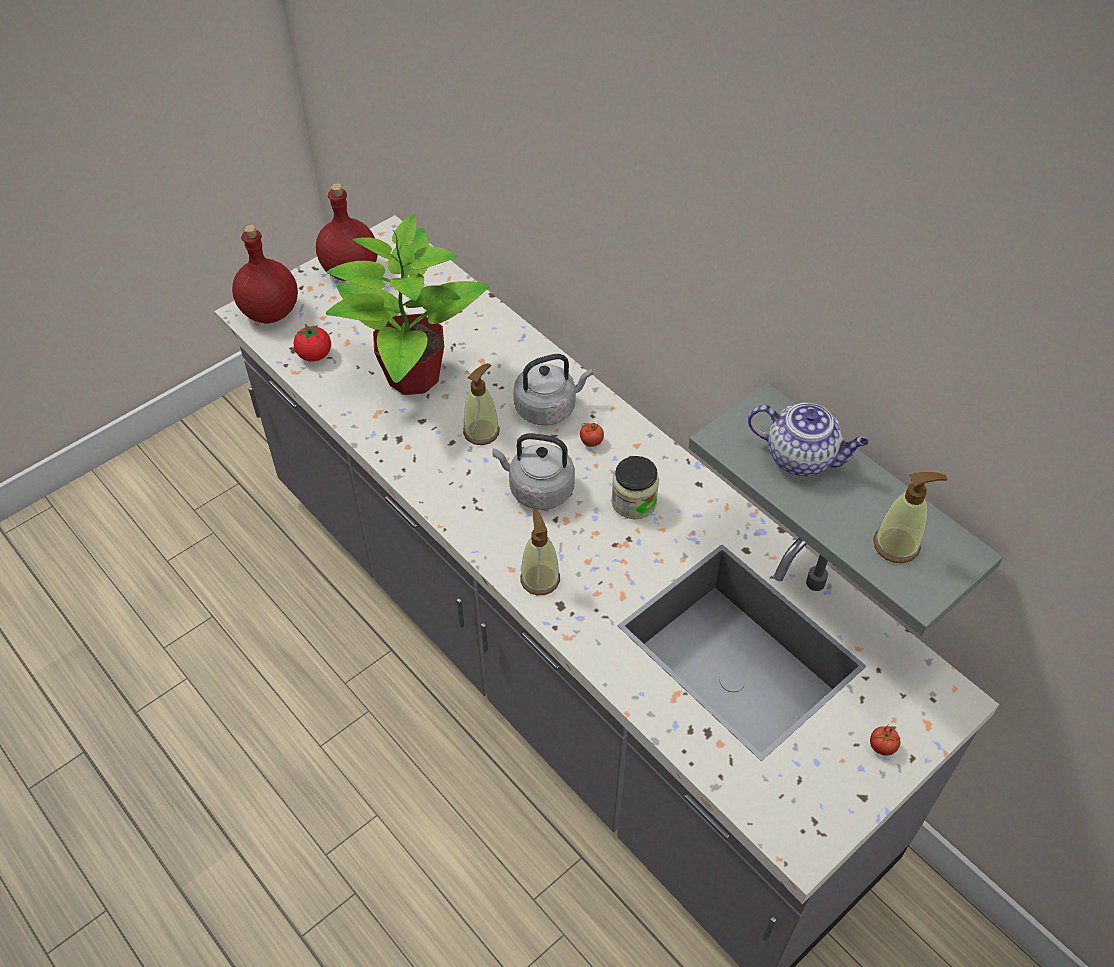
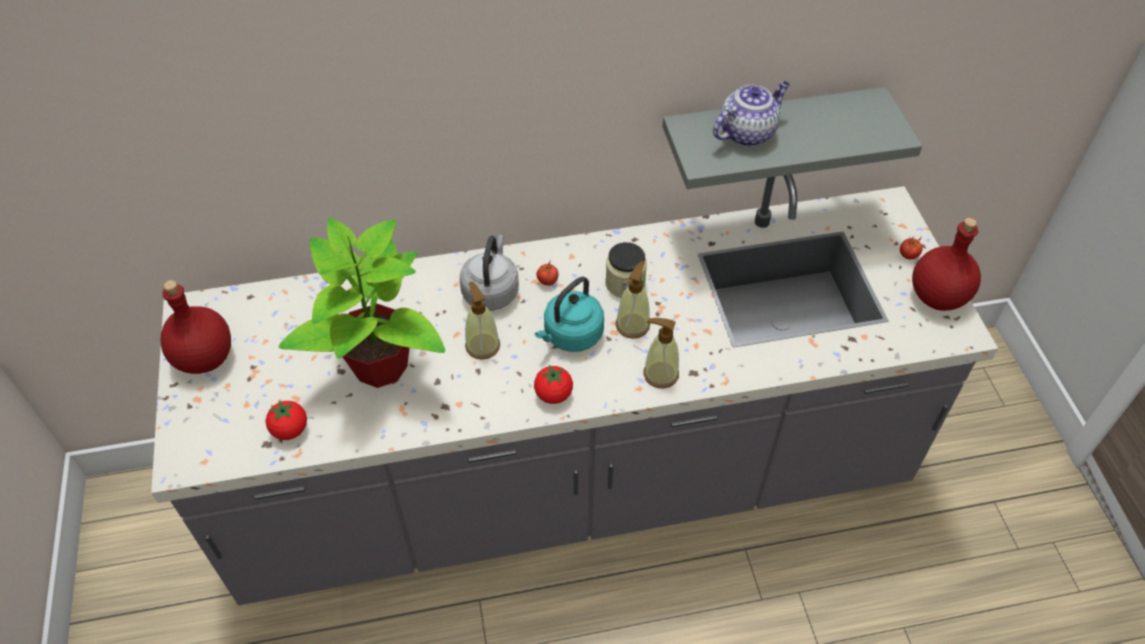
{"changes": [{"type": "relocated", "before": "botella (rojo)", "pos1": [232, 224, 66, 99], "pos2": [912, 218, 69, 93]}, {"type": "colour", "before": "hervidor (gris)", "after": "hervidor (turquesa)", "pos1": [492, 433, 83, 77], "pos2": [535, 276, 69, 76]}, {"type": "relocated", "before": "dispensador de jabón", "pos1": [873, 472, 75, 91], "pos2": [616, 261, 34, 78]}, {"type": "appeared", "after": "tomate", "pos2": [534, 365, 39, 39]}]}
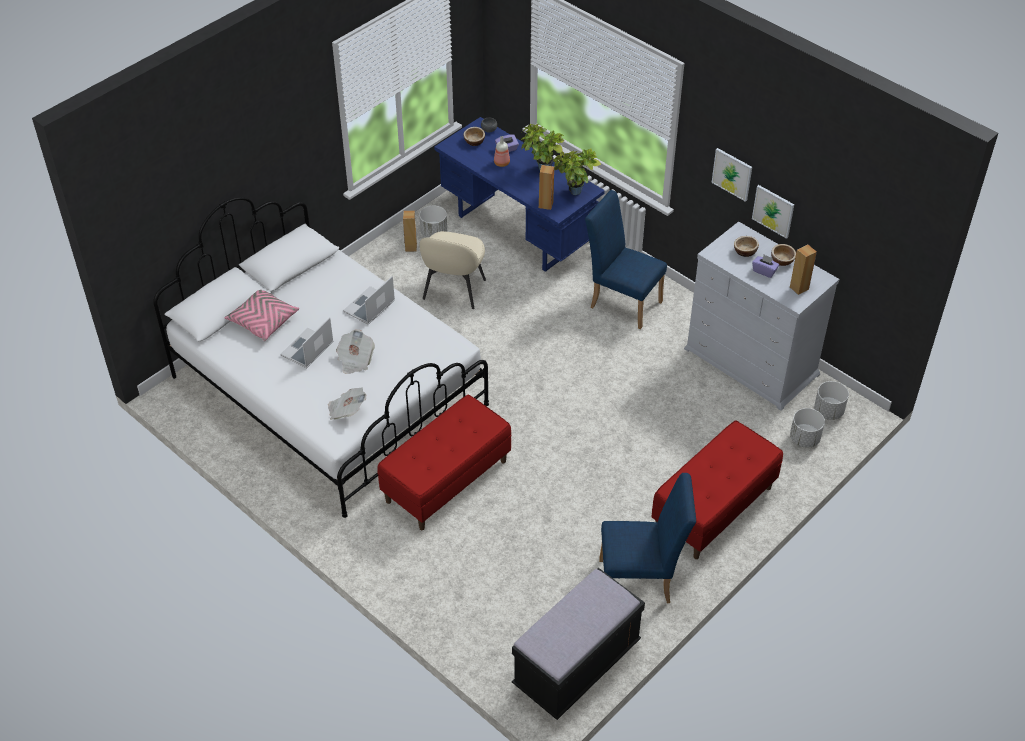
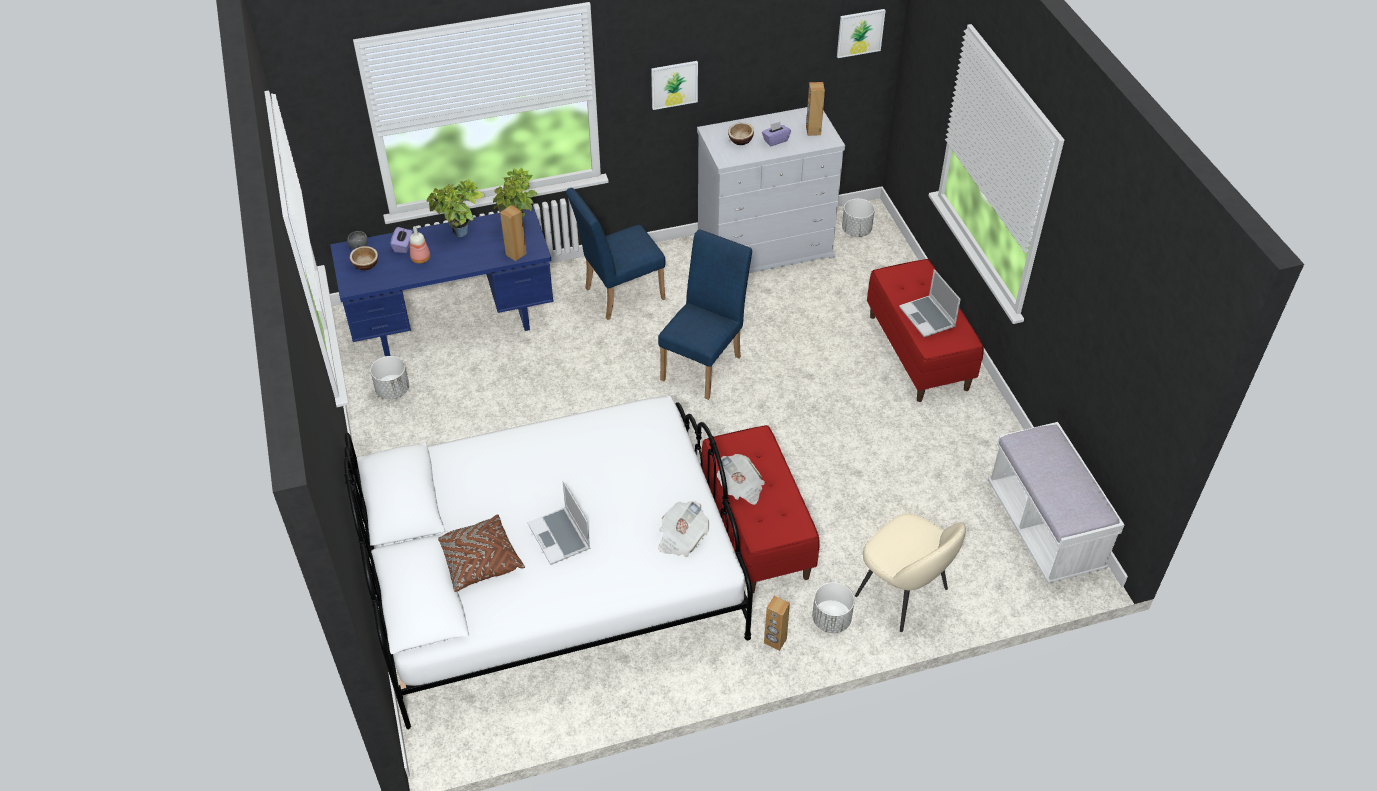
{"changes": [{"type": "relocated", "before": "cuadro", "pos1": [752, 185, 42, 54], "pos2": [837, 9, 49, 49]}, {"type": "relocated", "before": "altavoz (marrón)", "pos1": [403, 211, 14, 41], "pos2": [764, 596, 26, 55]}, {"type": "relocated", "before": "silla (beis)", "pos1": [419, 231, 67, 78], "pos2": [855, 513, 111, 119]}, {"type": "missing", "before": "cuenco", "pos1": [771, 244, 25, 22]}, {"type": "relocated", "before": "portátil", "pos1": [343, 276, 52, 49], "pos2": [899, 269, 62, 68]}, {"type": "colour", "before": "cojín (rosa)", "after": "cojín (marrón)", "pos1": [225, 290, 74, 51], "pos2": [438, 514, 87, 78]}, {"type": "relocated", "before": "periódico", "pos1": [336, 329, 39, 45], "pos2": [717, 454, 48, 51]}, {"type": "relocated", "before": "maceta (blanco)", "pos1": [790, 408, 35, 40], "pos2": [812, 582, 42, 51]}, {"type": "relocated", "before": "silla (azul)", "pos1": [599, 473, 97, 130], "pos2": [658, 229, 94, 171]}, {"type": "colour", "before": "banco (negro)", "after": "banco (blanco)", "pos1": [512, 568, 133, 152], "pos2": [988, 422, 136, 162]}]}
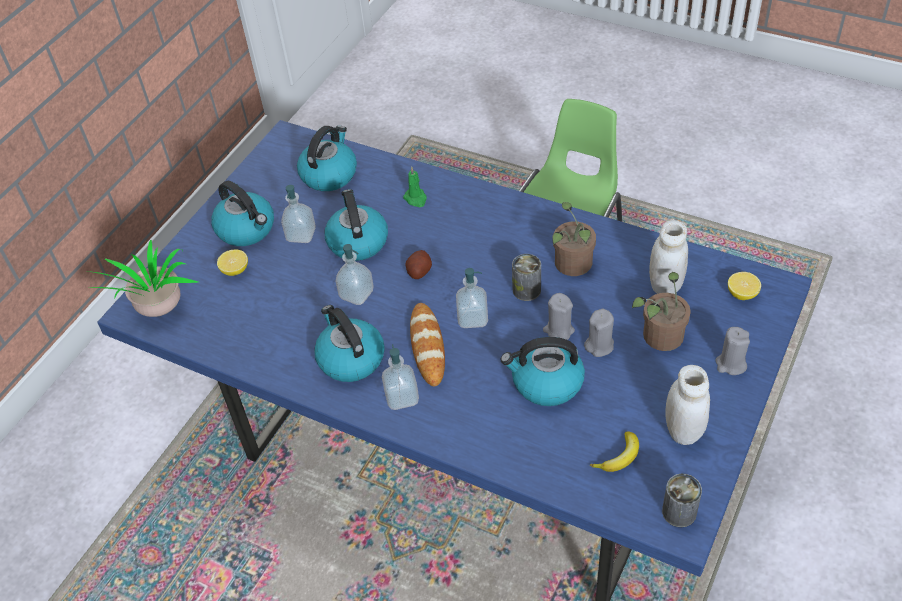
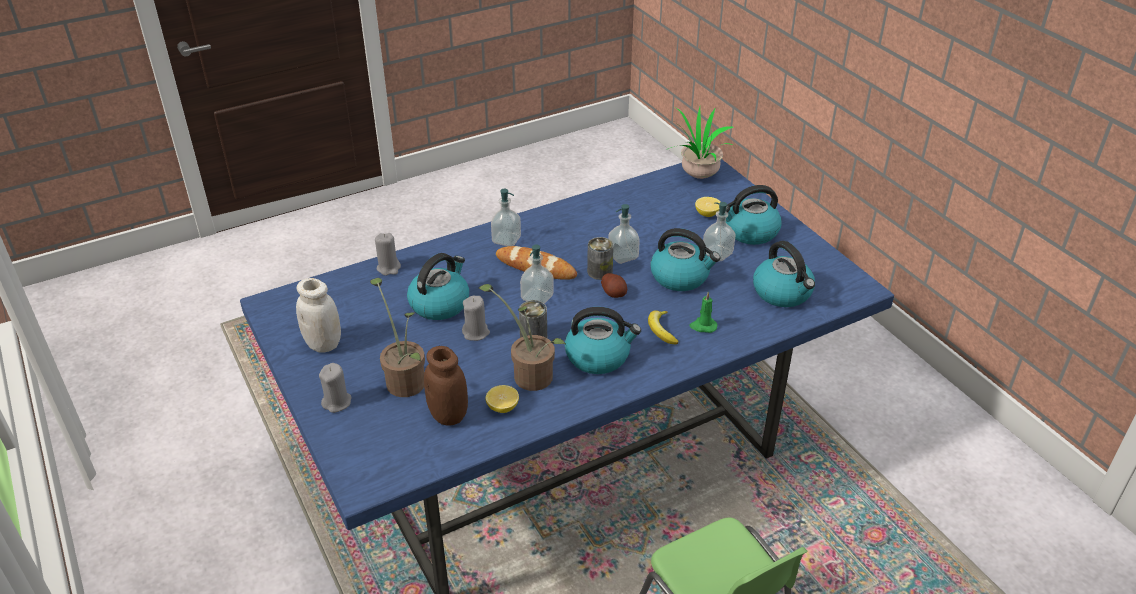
{"changes": [{"type": "colour", "before": "tarro (blanco)", "after": "tarro (marrón)", "pos1": [649, 220, 39, 74], "pos2": [424, 346, 44, 79]}, {"type": "relocated", "before": "limón", "pos1": [728, 272, 33, 28], "pos2": [486, 385, 33, 28]}, {"type": "relocated", "before": "hervidor", "pos1": [314, 305, 71, 77], "pos2": [565, 307, 76, 67]}, {"type": "relocated", "before": "vela (gris)", "pos1": [584, 309, 30, 48], "pos2": [375, 233, 26, 43]}, {"type": "relocated", "before": "plátano", "pos1": [590, 431, 49, 41], "pos2": [648, 310, 30, 34]}, {"type": "relocated", "before": "lata", "pos1": [662, 474, 40, 53], "pos2": [587, 237, 27, 43]}]}
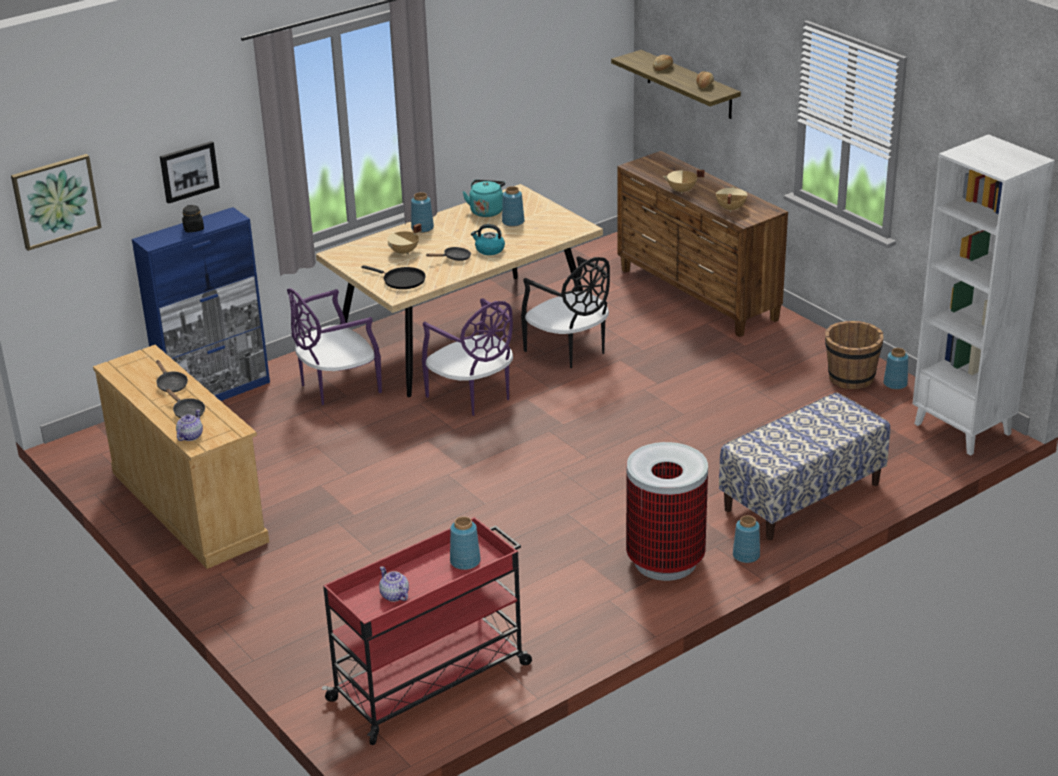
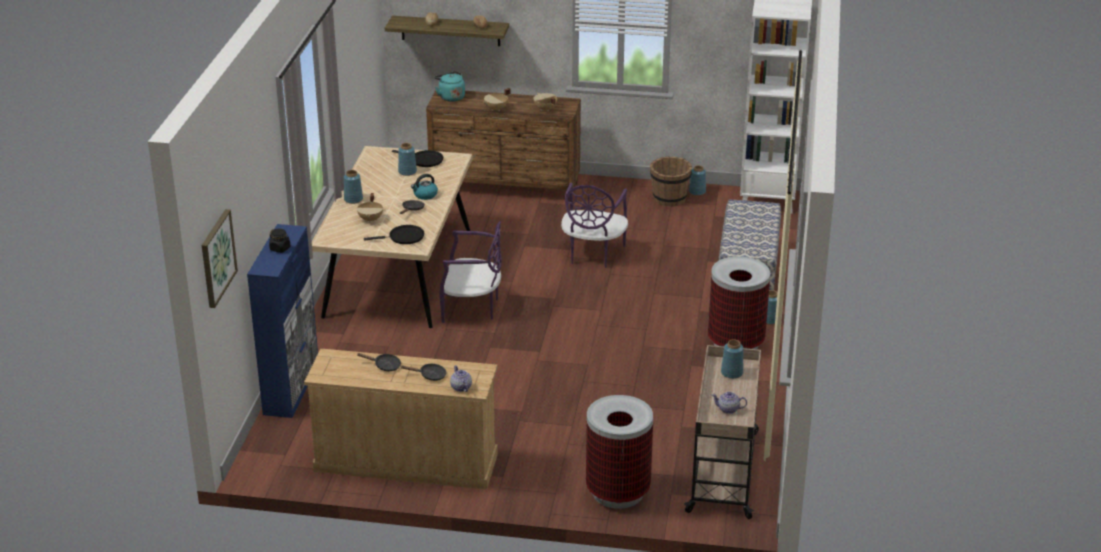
{"changes": [{"type": "missing", "before": "cuadro", "pos1": [160, 141, 60, 63]}, {"type": "relocated", "before": "hervidor (turquesa)", "pos1": [463, 180, 42, 37], "pos2": [434, 71, 31, 31]}, {"type": "missing", "before": "silla (negro)", "pos1": [521, 256, 89, 112]}, {"type": "relocated", "before": "silla (morado)", "pos1": [287, 288, 95, 117], "pos2": [561, 183, 67, 85]}, {"type": "colour", "before": "carrito (rojo)", "after": "carrito (beis)", "pos1": [322, 517, 210, 228], "pos2": [684, 345, 77, 174]}, {"type": "appeared", "after": "sartén (negro)", "pos2": [392, 150, 51, 17]}, {"type": "appeared", "after": "papelera", "pos2": [586, 395, 67, 114]}]}
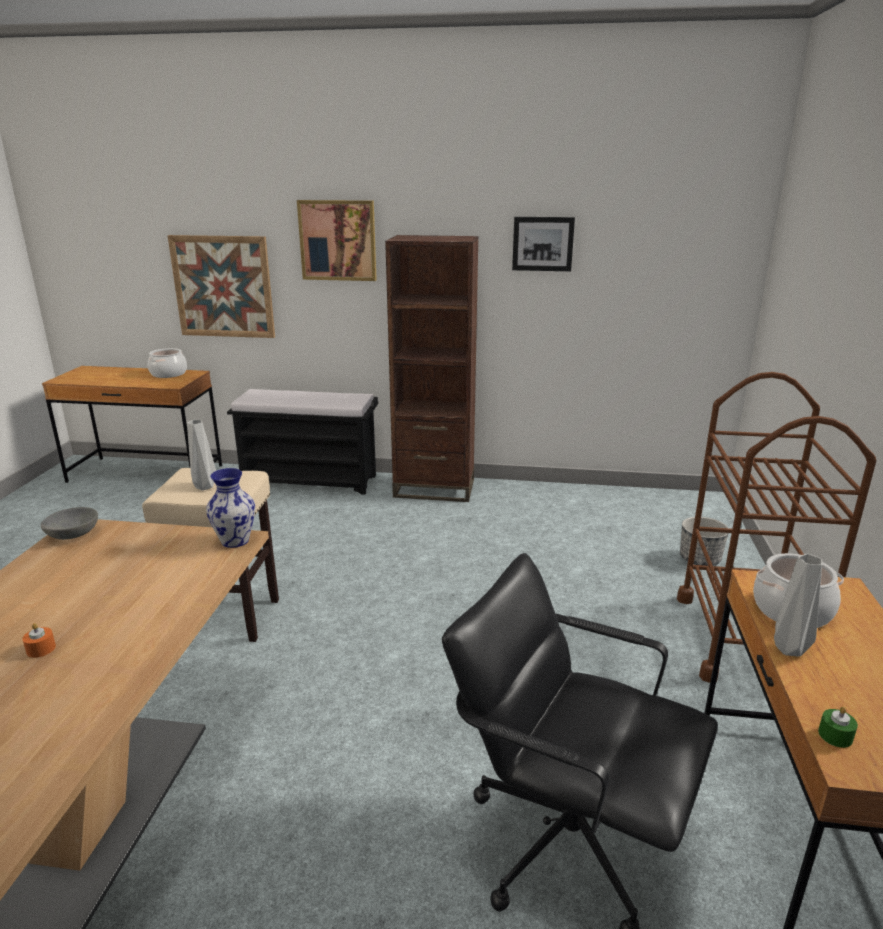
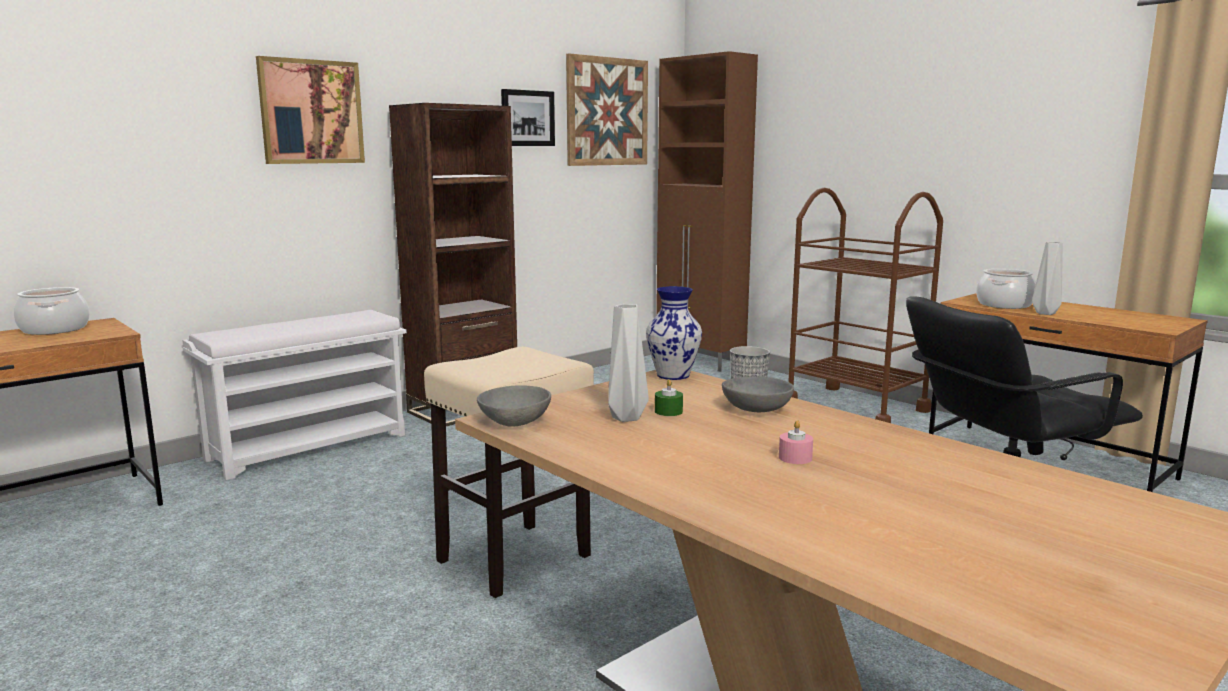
{"changes": [{"type": "relocated", "before": "cuadro", "pos1": [167, 235, 108, 103], "pos2": [566, 53, 82, 113]}, {"type": "colour", "before": "banco (negro)", "after": "banco (blanco)", "pos1": [227, 389, 151, 106], "pos2": [182, 310, 225, 170]}, {"type": "relocated", "before": "florero (gris)", "pos1": [187, 420, 29, 70], "pos2": [608, 304, 41, 118]}, {"type": "colour", "before": "vela (naranja)", "after": "vela (rosa)", "pos1": [22, 623, 34, 35], "pos2": [779, 420, 34, 44]}, {"type": "relocated", "before": "vela (verde)", "pos1": [818, 706, 40, 42], "pos2": [655, 379, 28, 37]}, {"type": "appeared", "after": "armario (marrón)", "pos2": [656, 51, 102, 321]}, {"type": "appeared", "after": "cuenco (gris)", "pos2": [722, 376, 72, 36]}]}
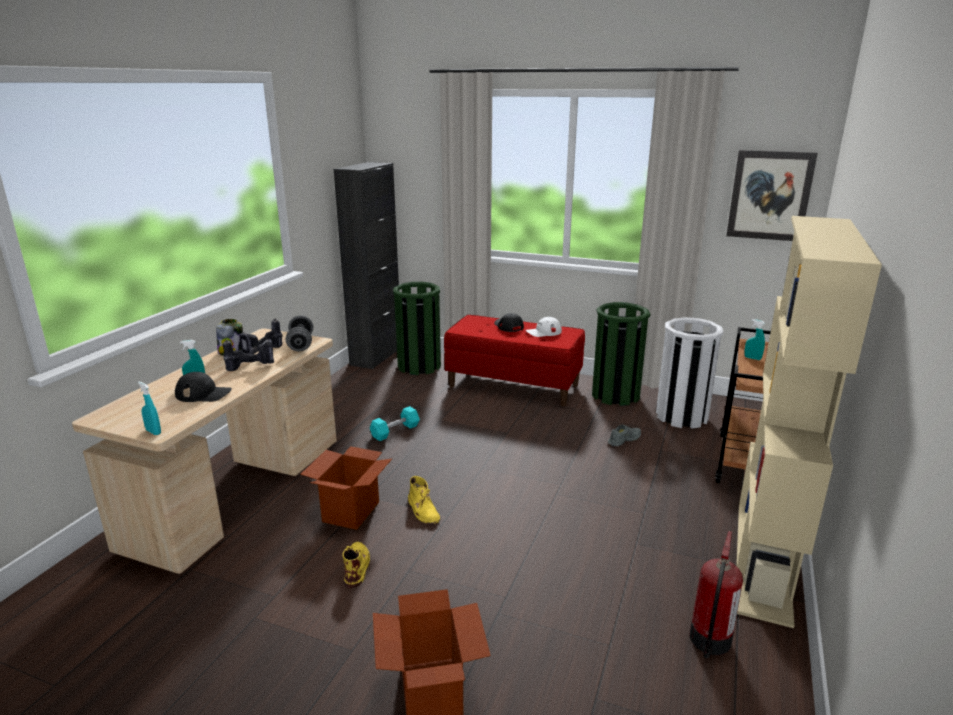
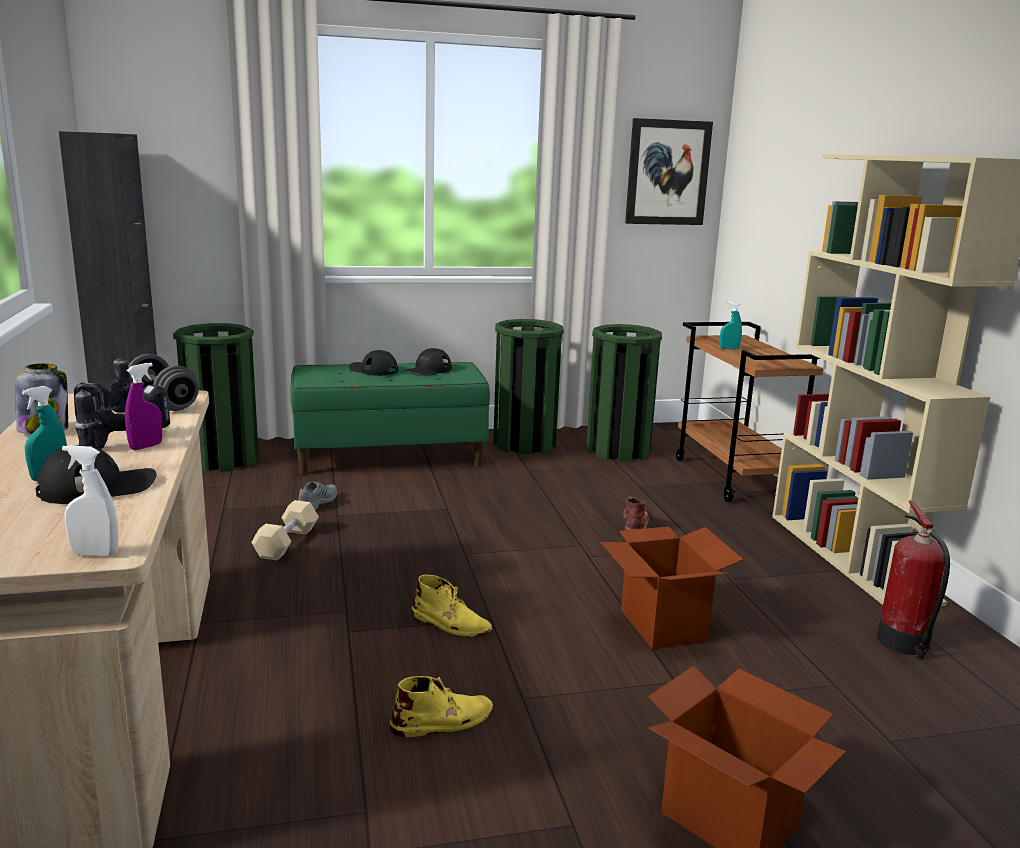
{"changes": [{"type": "colour", "before": "banco (rojo)", "after": "banco (verde)", "pos1": [444, 315, 141, 91], "pos2": [290, 362, 200, 113]}, {"type": "colour", "before": "gorra (blanco)", "after": "gorra (negro)", "pos1": [526, 317, 36, 20], "pos2": [405, 348, 47, 28]}, {"type": "colour", "before": "papelera (blanco)", "after": "papelera (verde)", "pos1": [656, 317, 67, 112], "pos2": [586, 324, 76, 137]}, {"type": "colour", "before": "pulverizador (turquesa)", "after": "pulverizador (blanco)", "pos1": [138, 381, 23, 54], "pos2": [62, 445, 56, 111]}, {"type": "colour", "before": "mancuerna (turquesa)", "after": "mancuerna (beis)", "pos1": [370, 406, 50, 35], "pos2": [251, 500, 68, 61]}, {"type": "relocated", "before": "zapato (gris)", "pos1": [608, 425, 33, 21], "pos2": [298, 481, 39, 30]}, {"type": "relocated", "before": "caja de cartón", "pos1": [300, 446, 92, 84], "pos2": [600, 527, 143, 122]}, {"type": "spun", "before": "bota (amarillo)", "pos1": [342, 542, 28, 46], "pos2": [390, 676, 104, 61], "turn": 105}, {"type": "appeared", "after": "pulverizador (morado)", "pos2": [125, 363, 37, 87]}, {"type": "appeared", "after": "bota (marrón)", "pos2": [623, 497, 26, 33]}]}
